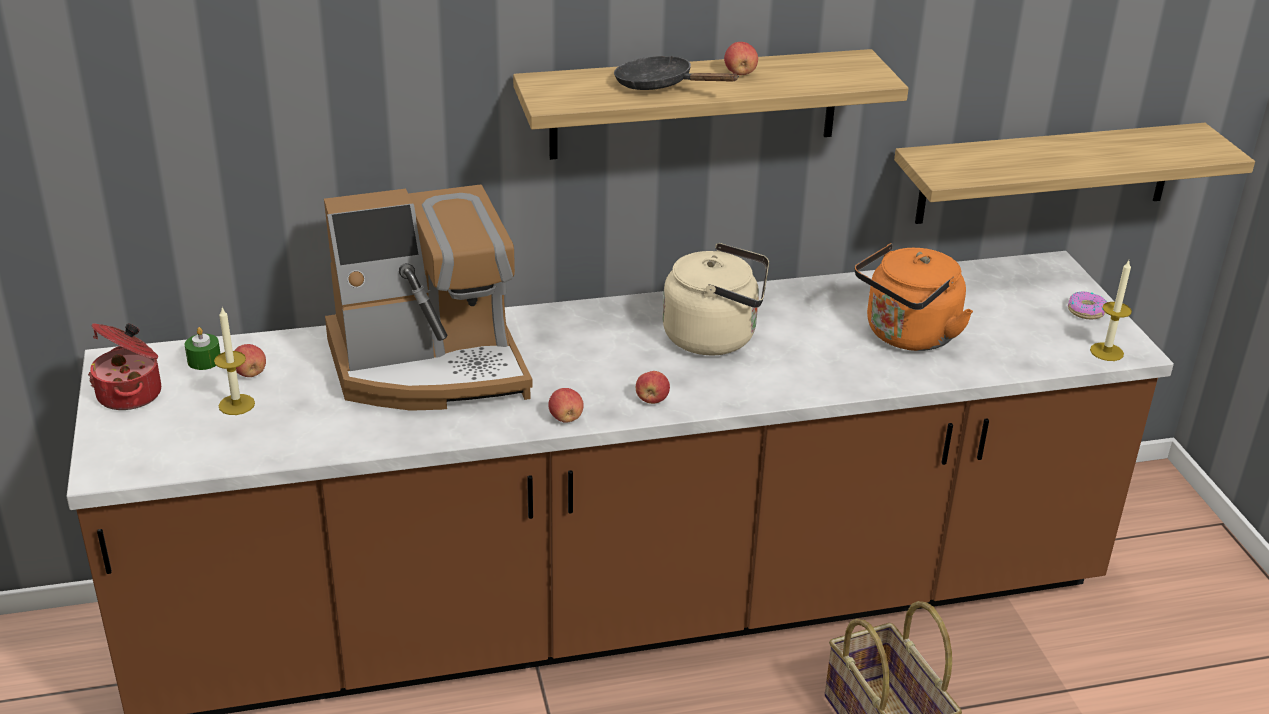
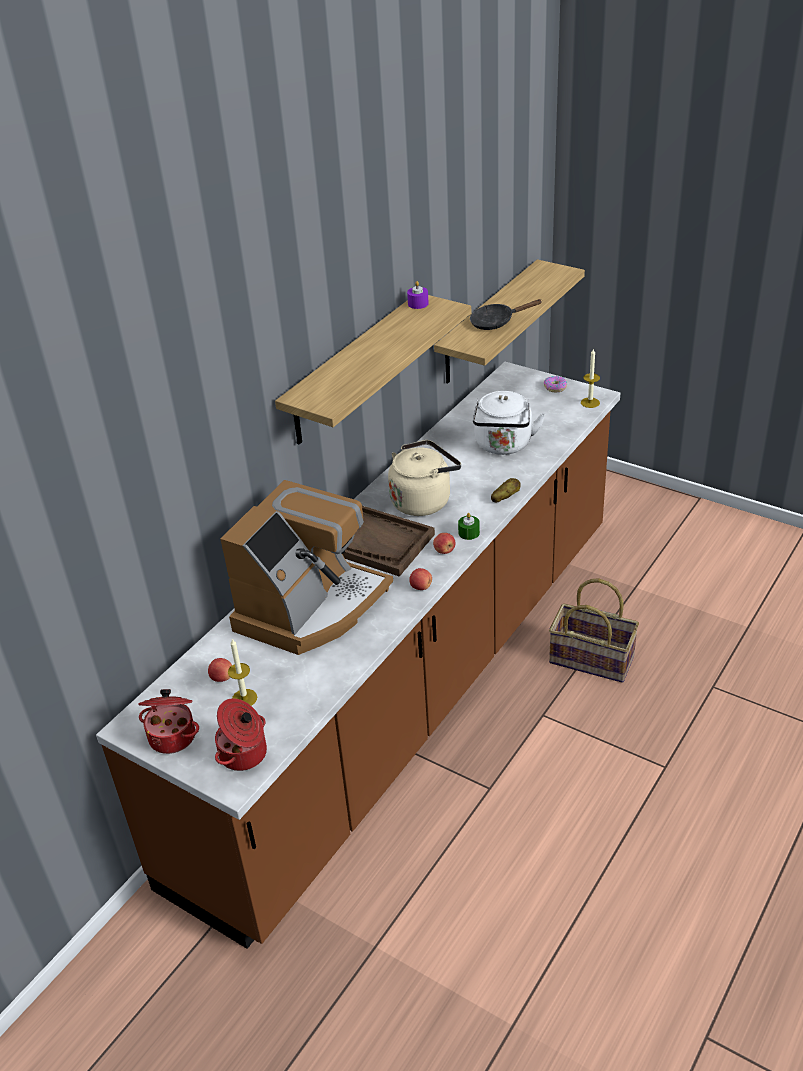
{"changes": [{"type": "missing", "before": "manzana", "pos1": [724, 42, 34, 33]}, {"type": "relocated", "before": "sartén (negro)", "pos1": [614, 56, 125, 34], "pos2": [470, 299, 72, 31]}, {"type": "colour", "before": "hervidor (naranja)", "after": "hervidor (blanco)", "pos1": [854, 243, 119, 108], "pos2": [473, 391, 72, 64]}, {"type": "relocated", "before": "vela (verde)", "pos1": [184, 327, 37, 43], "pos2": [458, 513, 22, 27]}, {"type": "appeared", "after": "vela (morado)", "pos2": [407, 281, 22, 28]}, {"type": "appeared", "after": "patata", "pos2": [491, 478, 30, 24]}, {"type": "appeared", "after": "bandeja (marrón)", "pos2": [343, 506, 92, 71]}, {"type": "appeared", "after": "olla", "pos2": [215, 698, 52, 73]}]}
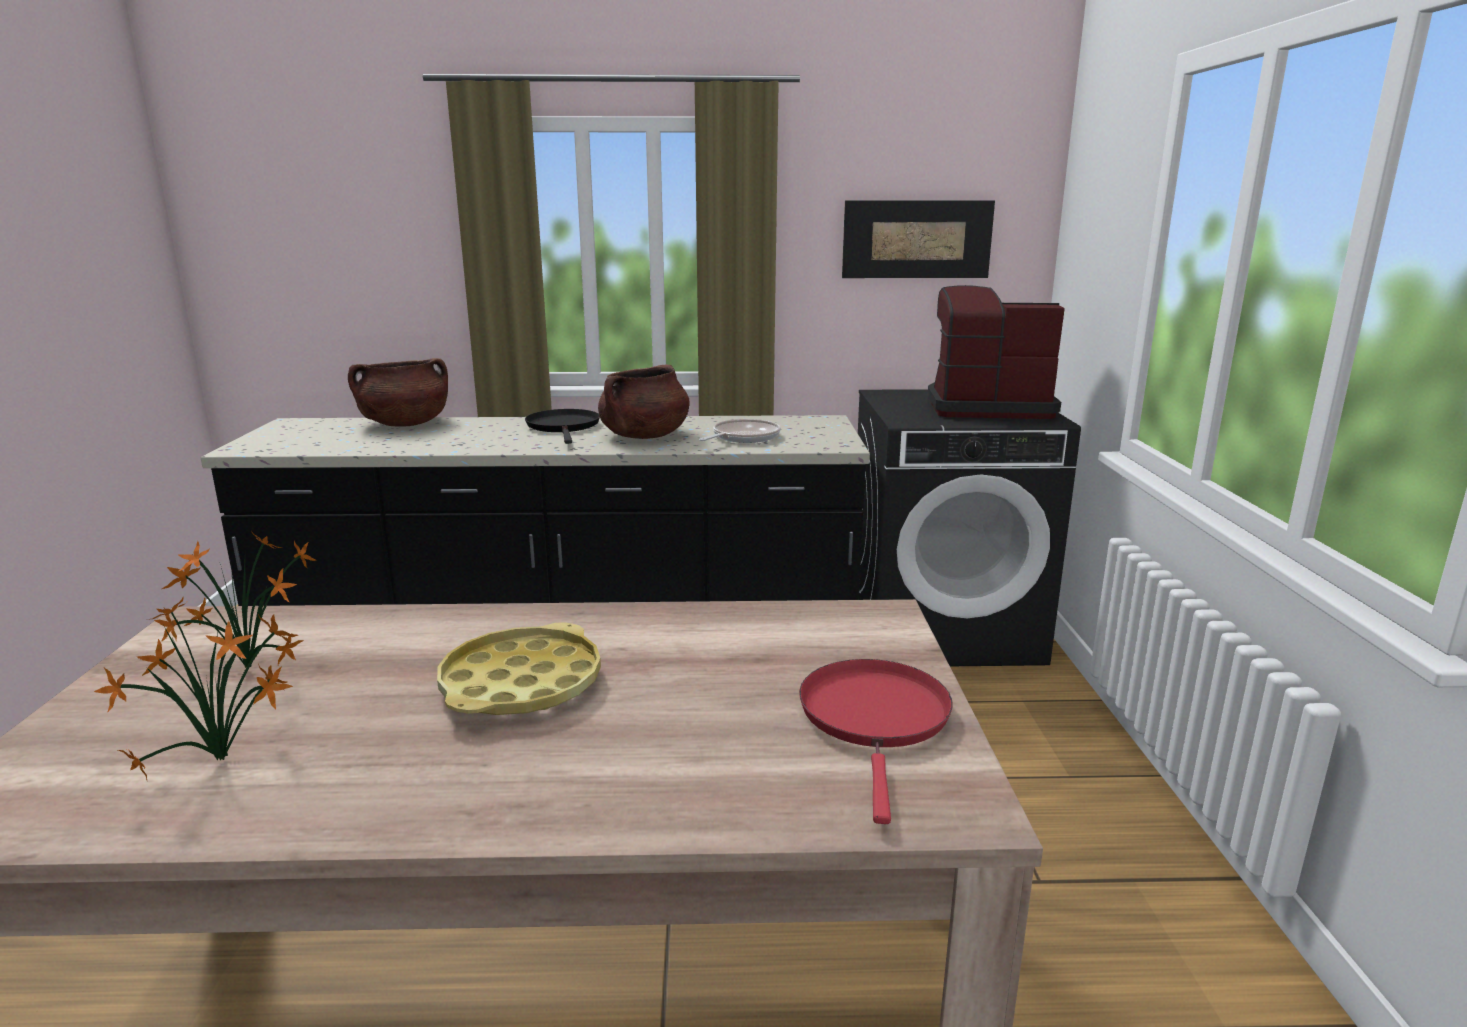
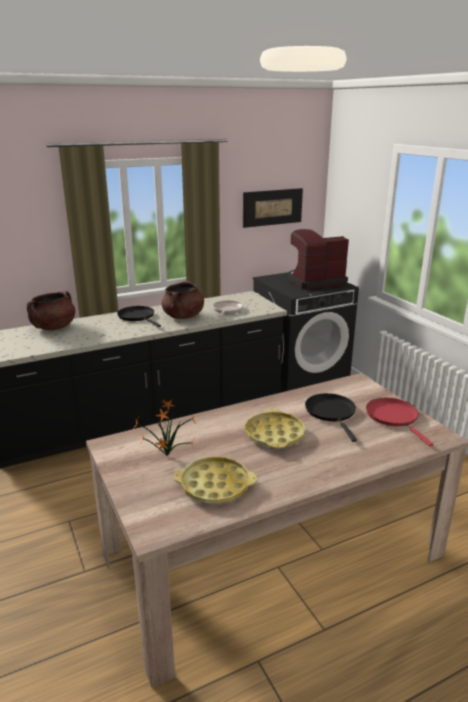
{"changes": [{"type": "exchanged", "before": "planta en maceta", "after": "bandeja (amarillo)", "pos1": [94, 597, 204, 183], "pos2": [174, 457, 83, 47]}, {"type": "appeared", "after": "sartén (negro)", "pos2": [305, 393, 52, 49]}]}
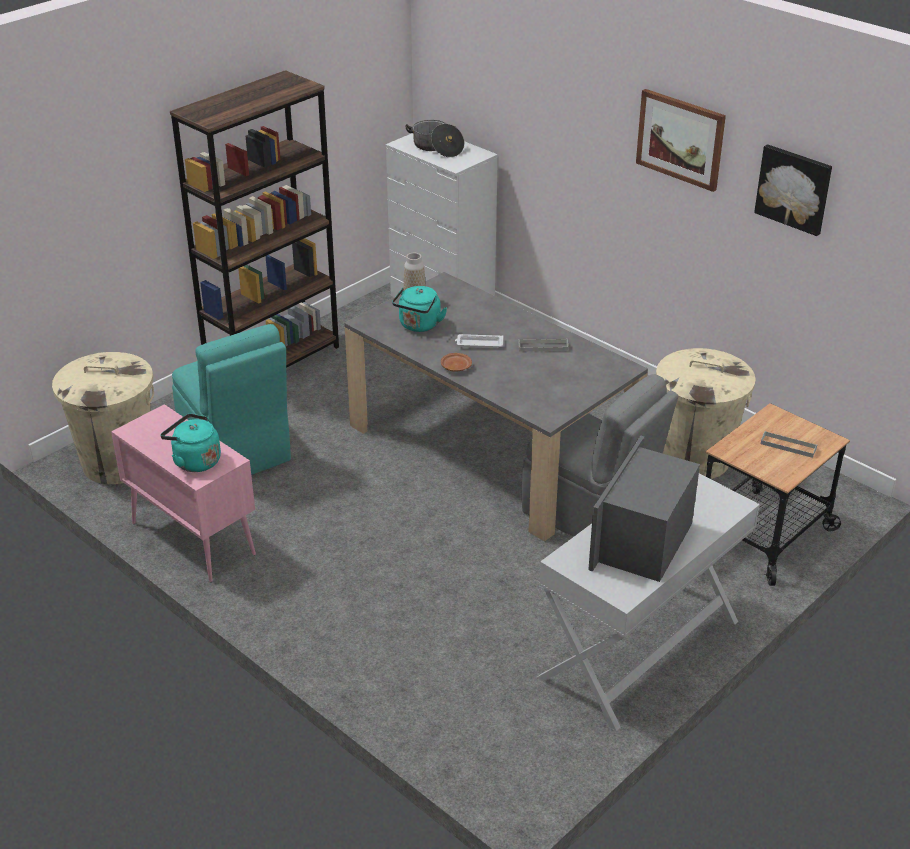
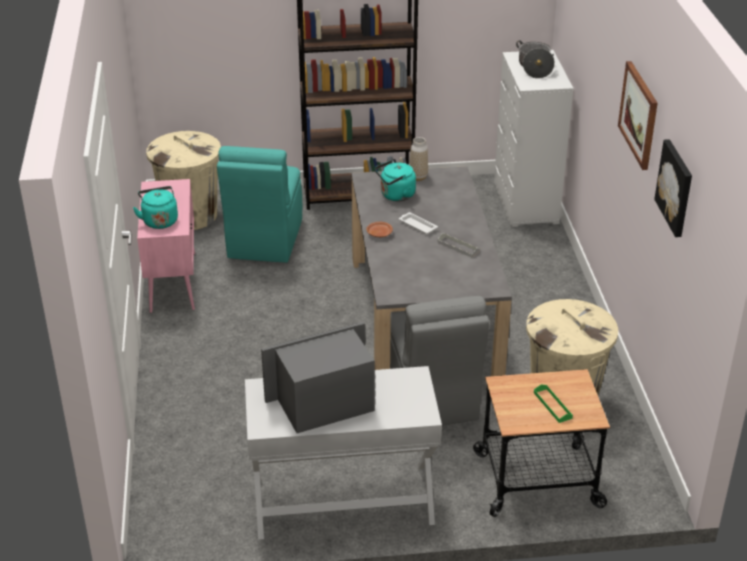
{"changes": [{"type": "colour", "before": "bandeja (gris)", "after": "bandeja (verde)", "pos1": [761, 431, 57, 27], "pos2": [534, 385, 39, 38]}]}
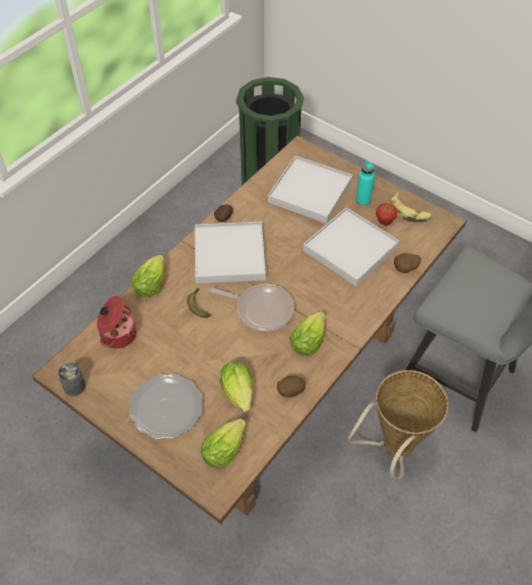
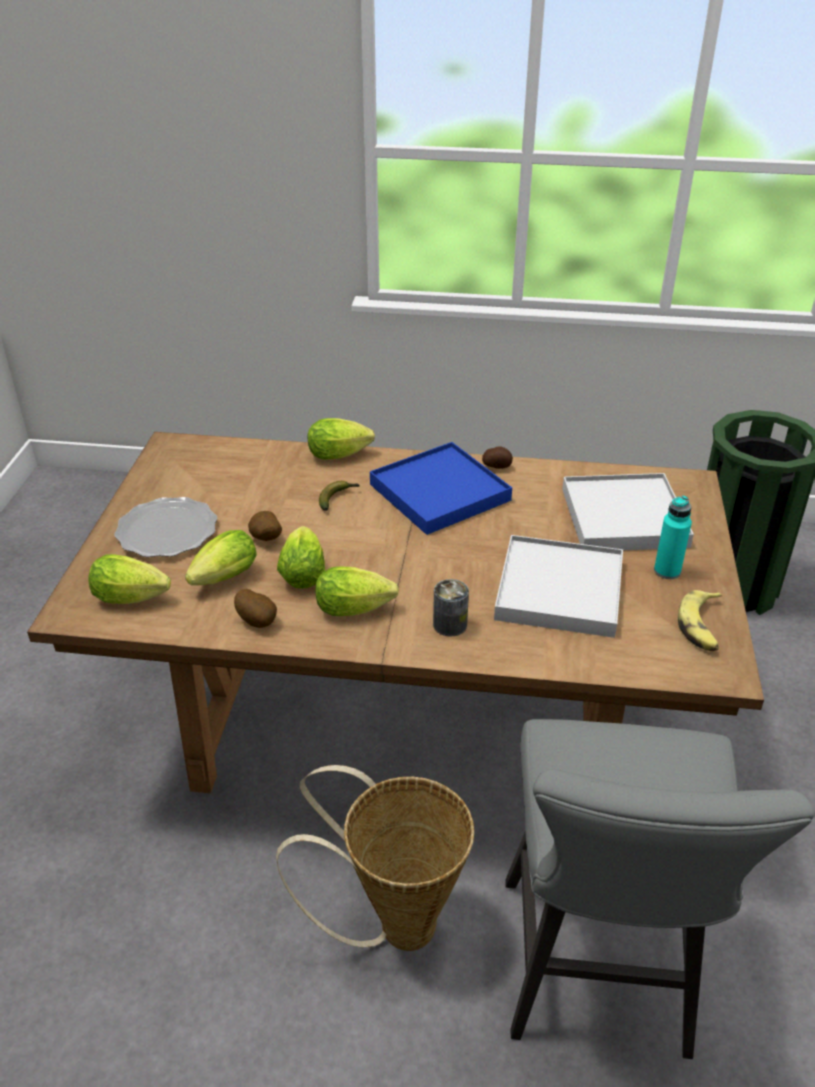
{"changes": [{"type": "missing", "before": "manzana", "pos1": [376, 203, 22, 22]}, {"type": "colour", "before": "bandeja (blanco)", "after": "bandeja (azul)", "pos1": [195, 222, 71, 62], "pos2": [370, 442, 142, 93]}, {"type": "relocated", "before": "patata", "pos1": [394, 253, 27, 20], "pos2": [248, 511, 34, 30]}, {"type": "missing", "before": "sartén", "pos1": [210, 284, 84, 48]}, {"type": "missing", "before": "olla", "pos1": [97, 296, 39, 53]}, {"type": "relocated", "before": "lata", "pos1": [57, 362, 29, 34], "pos2": [433, 579, 36, 58]}, {"type": "appeared", "after": "lechuga", "pos2": [277, 526, 48, 63]}]}
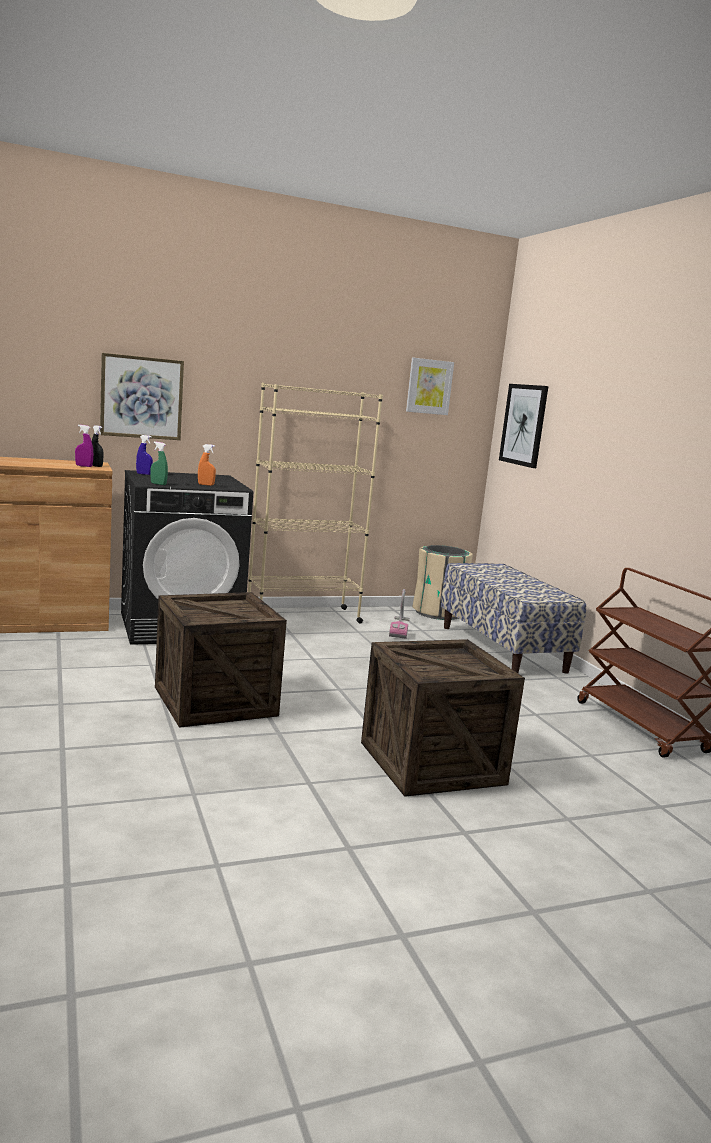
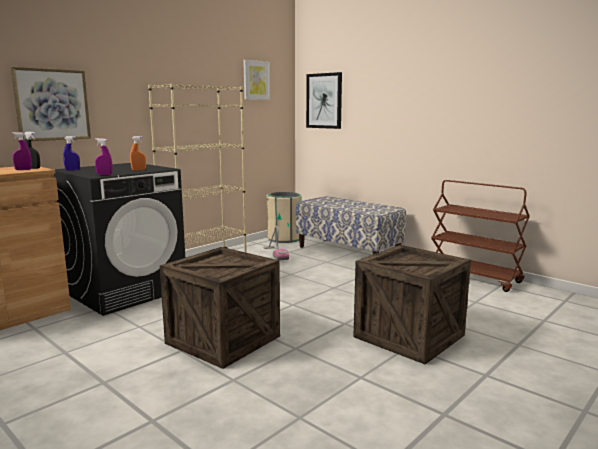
{"changes": [{"type": "colour", "before": "pulverizador (verde)", "after": "pulverizador (morado)", "pos1": [150, 442, 18, 43], "pos2": [95, 138, 18, 37]}]}
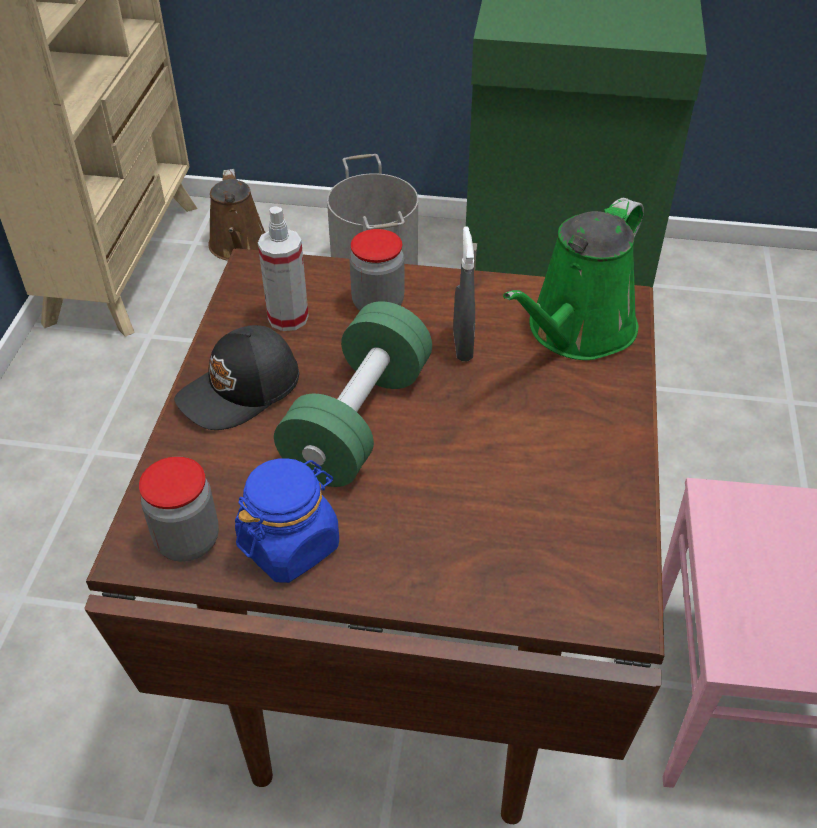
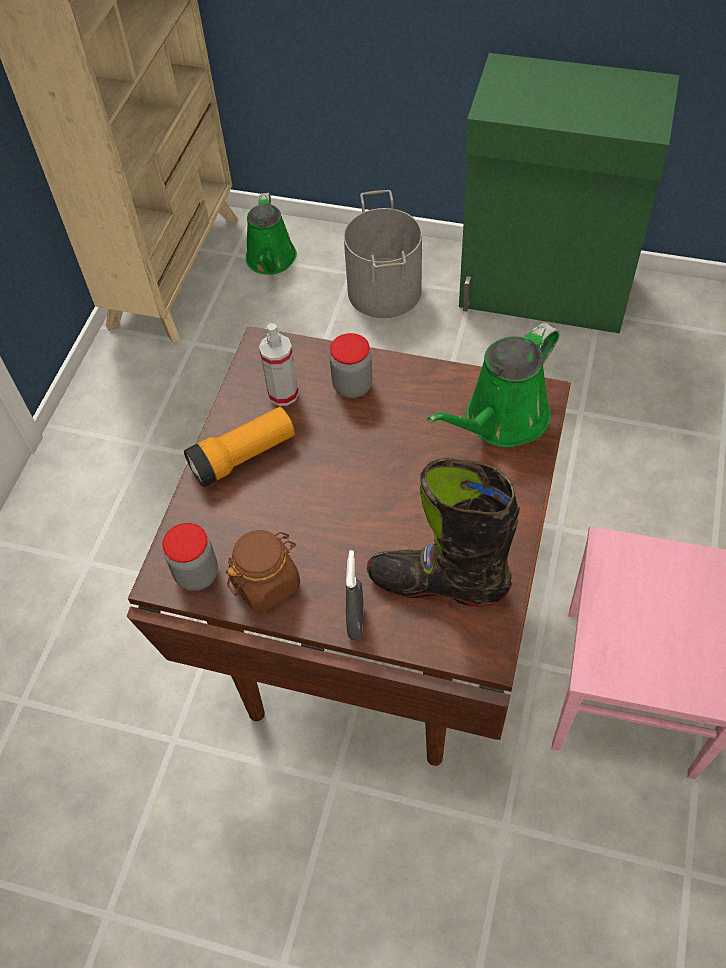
{"changes": [{"type": "colour", "before": "regadera (marrón)", "after": "regadera (verde)", "pos1": [208, 169, 58, 92], "pos2": [246, 193, 51, 82]}, {"type": "relocated", "before": "pulverizador (gris)", "pos1": [453, 226, 22, 135], "pos2": [346, 550, 18, 91]}, {"type": "missing", "before": "mancuerna (verde)", "pos1": [274, 301, 158, 186]}, {"type": "exchanged", "before": "gorra (negro)", "after": "linterna", "pos1": [174, 325, 125, 105], "pos2": [184, 407, 111, 80]}, {"type": "colour", "before": "tarro (azul)", "after": "tarro (marrón)", "pos1": [235, 458, 104, 125], "pos2": [226, 530, 74, 83]}, {"type": "appeared", "after": "bota (negro)", "pos2": [367, 458, 153, 149]}]}
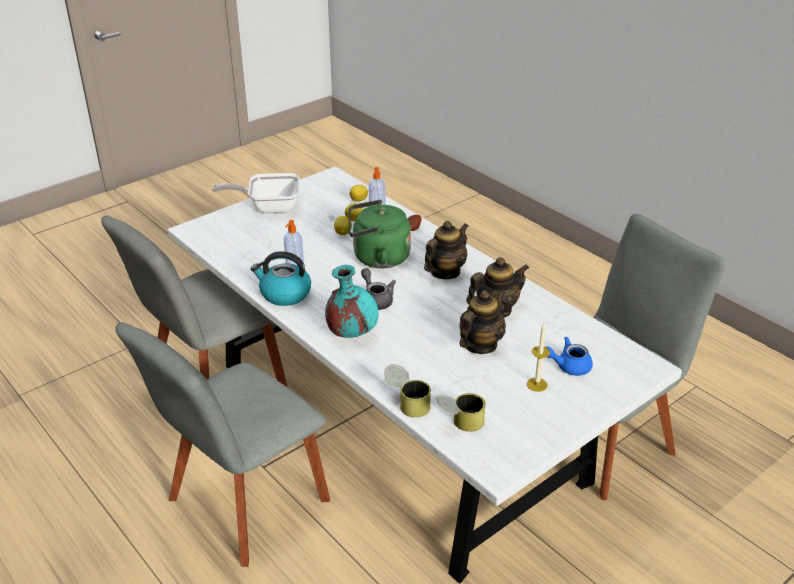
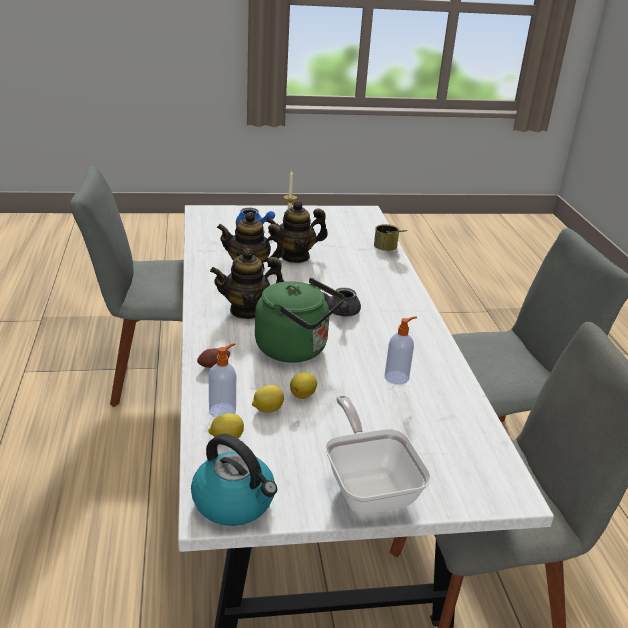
{"changes": [{"type": "spun", "before": "sartén", "pos1": [212, 173, 87, 40], "pos2": [325, 396, 107, 119], "turn": -135}, {"type": "relocated", "before": "hervidor", "pos1": [251, 251, 60, 55], "pos2": [191, 434, 86, 92]}, {"type": "missing", "before": "florero (turquesa)", "pos1": [325, 265, 53, 73]}, {"type": "missing", "before": "lata", "pos1": [436, 393, 50, 39]}]}
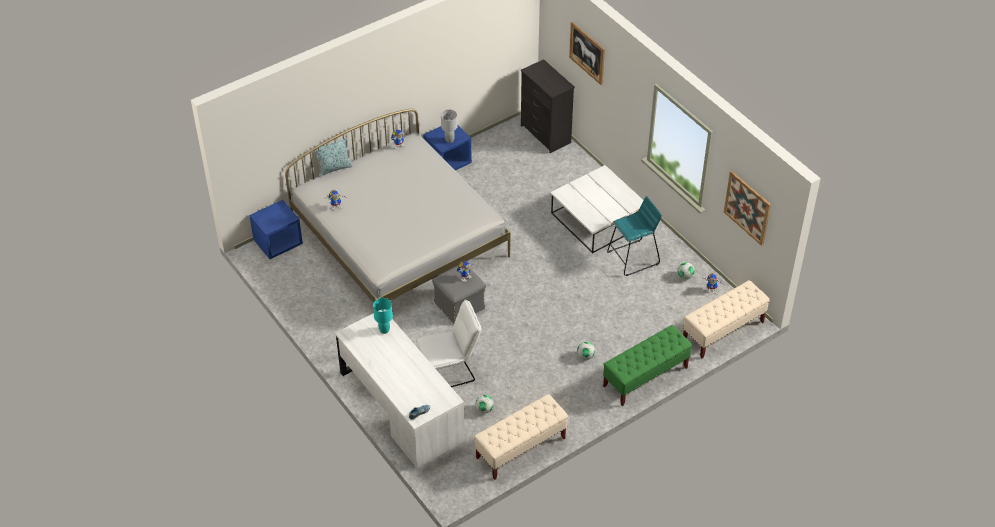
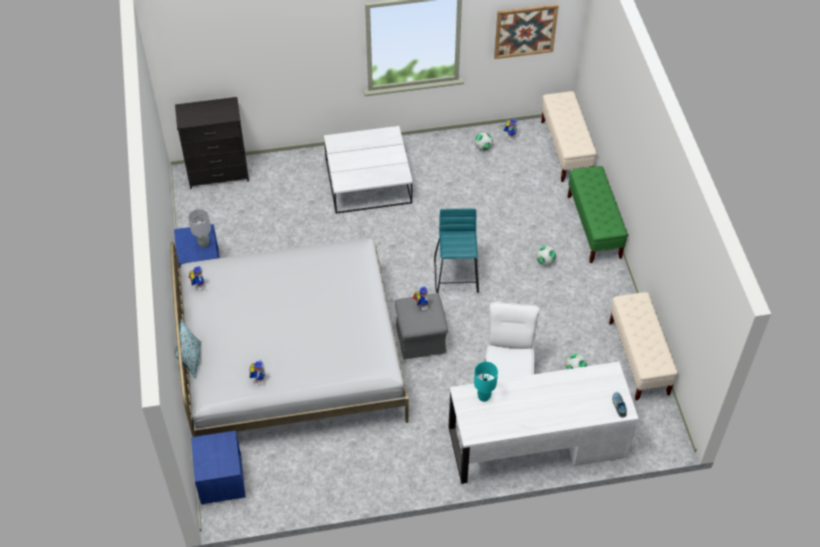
{"changes": [{"type": "missing", "before": "cuadro", "pos1": [569, 22, 36, 63]}, {"type": "relocated", "before": "taburete (turquesa)", "pos1": [607, 196, 55, 80], "pos2": [434, 208, 45, 85]}]}
